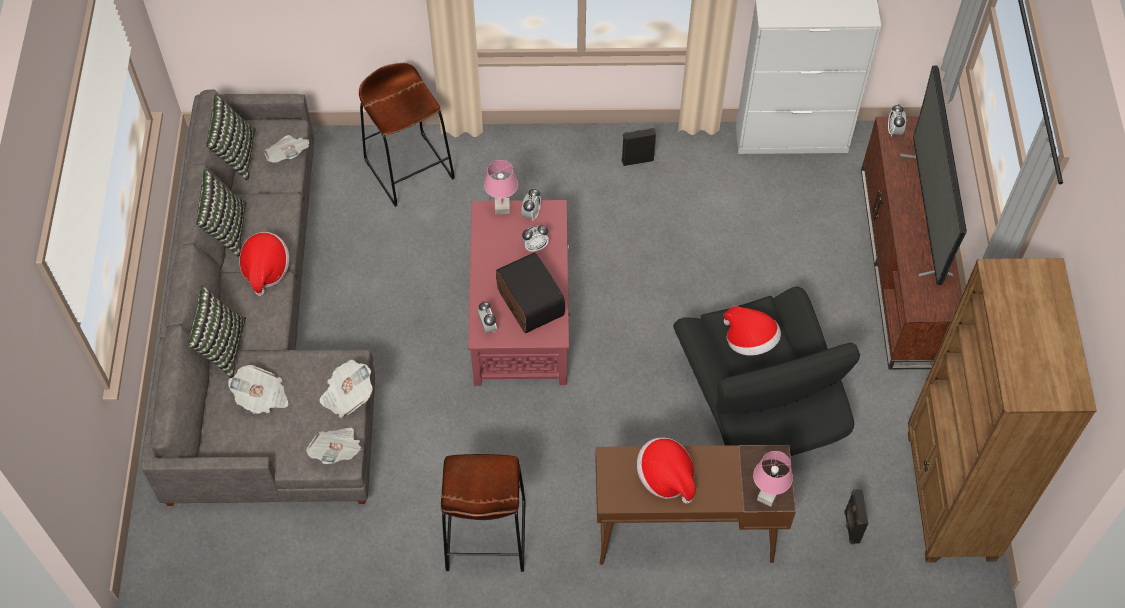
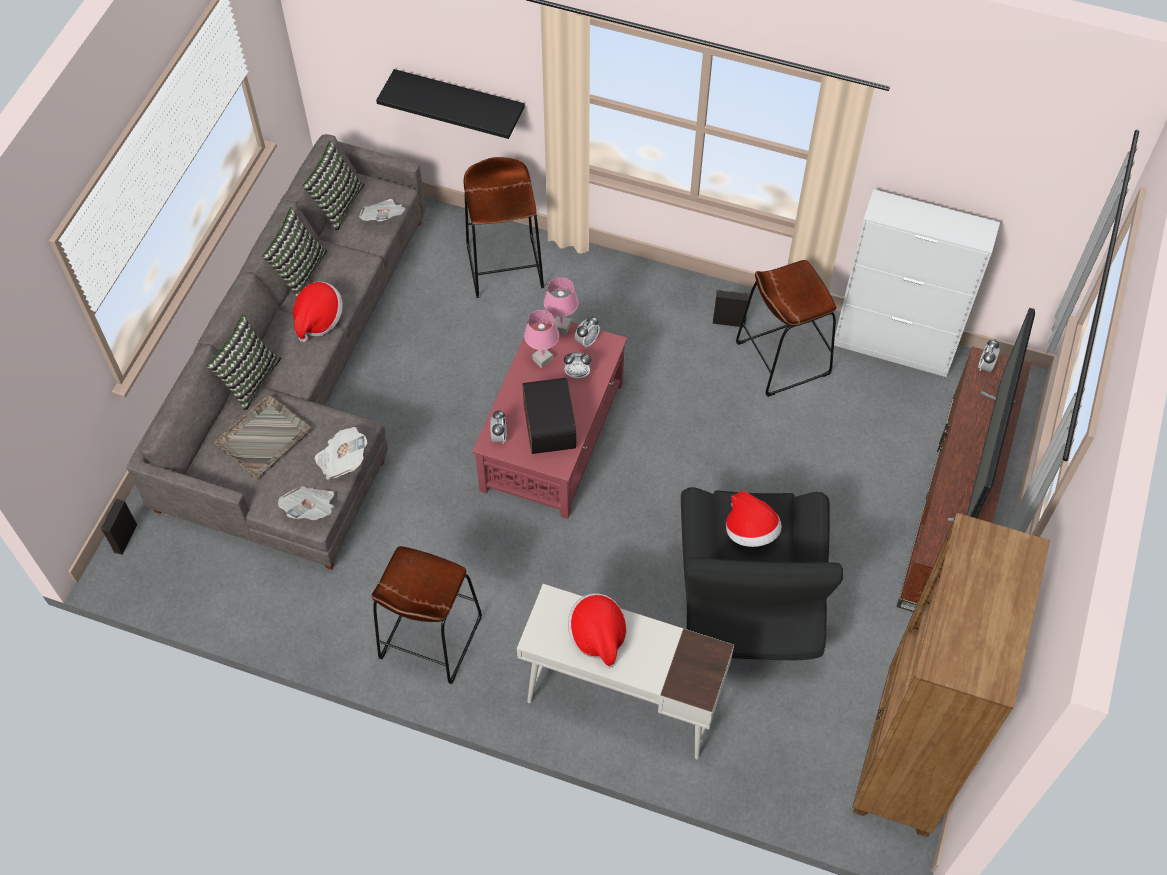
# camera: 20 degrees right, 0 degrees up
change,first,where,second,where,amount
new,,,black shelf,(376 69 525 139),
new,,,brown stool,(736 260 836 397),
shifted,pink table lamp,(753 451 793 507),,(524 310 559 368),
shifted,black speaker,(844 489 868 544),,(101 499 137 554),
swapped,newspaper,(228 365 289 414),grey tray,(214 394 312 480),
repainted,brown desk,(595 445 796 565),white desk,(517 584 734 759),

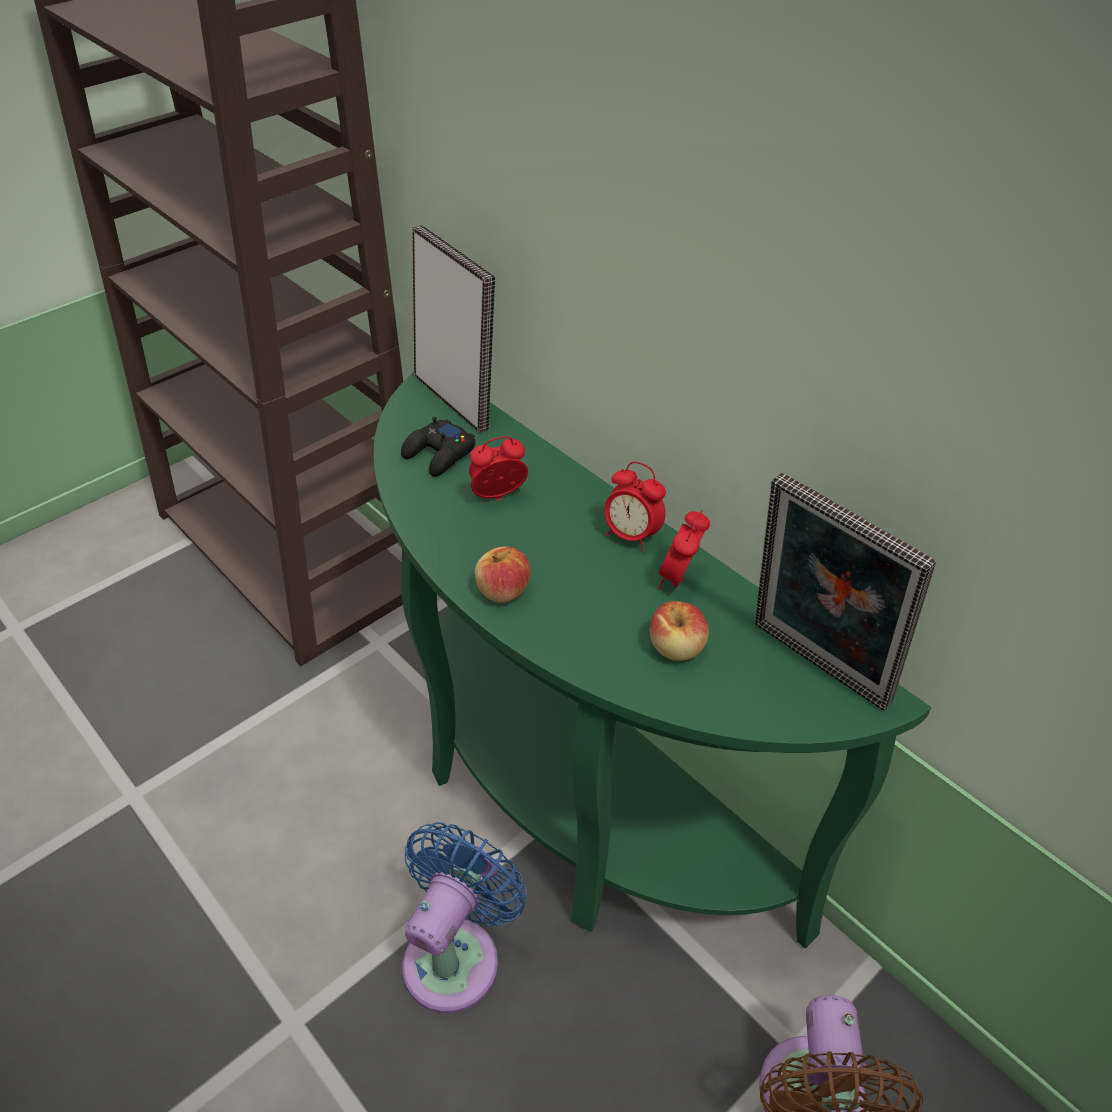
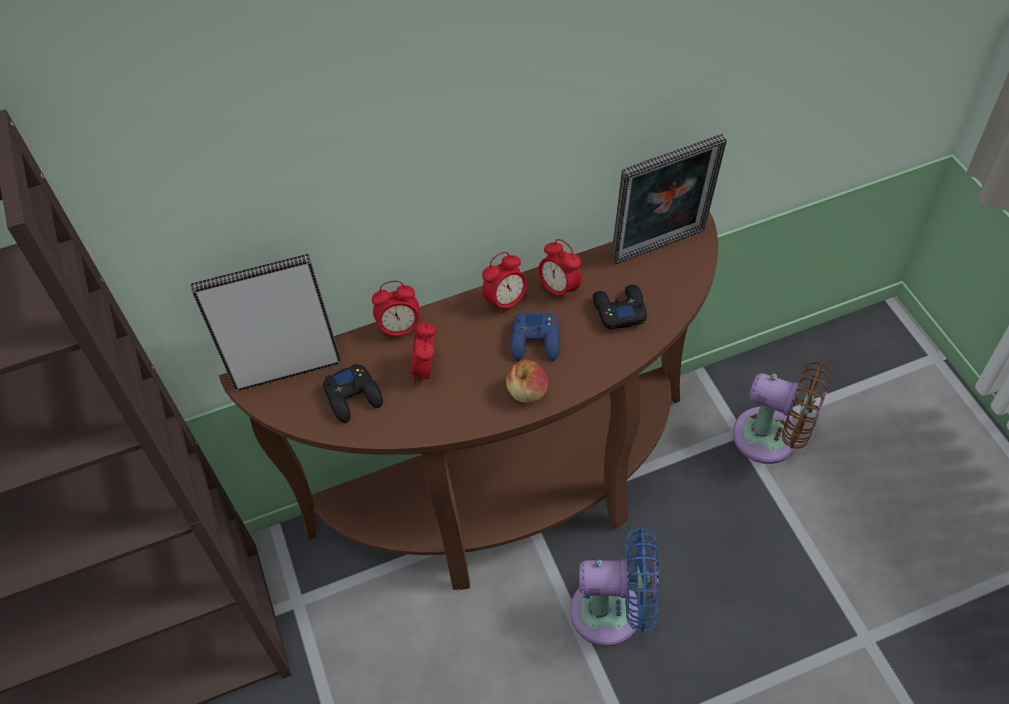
# camera: 65 degrees left, 10 degrees up
change,first,where,second,where,amount
new,,,alarm clock,(372 281 420 341),
new,,,blue game controller,(510 312 560 361),
swapped,apple,(650 601 709 661),black game controller,(593 285 647 330),
repainted,green console table,(374 372 931 949),brown console table,(219 212 718 590),
rotated,blue fan,(402 822 527 1013),,(570 527 659 647),135 degrees clockwise

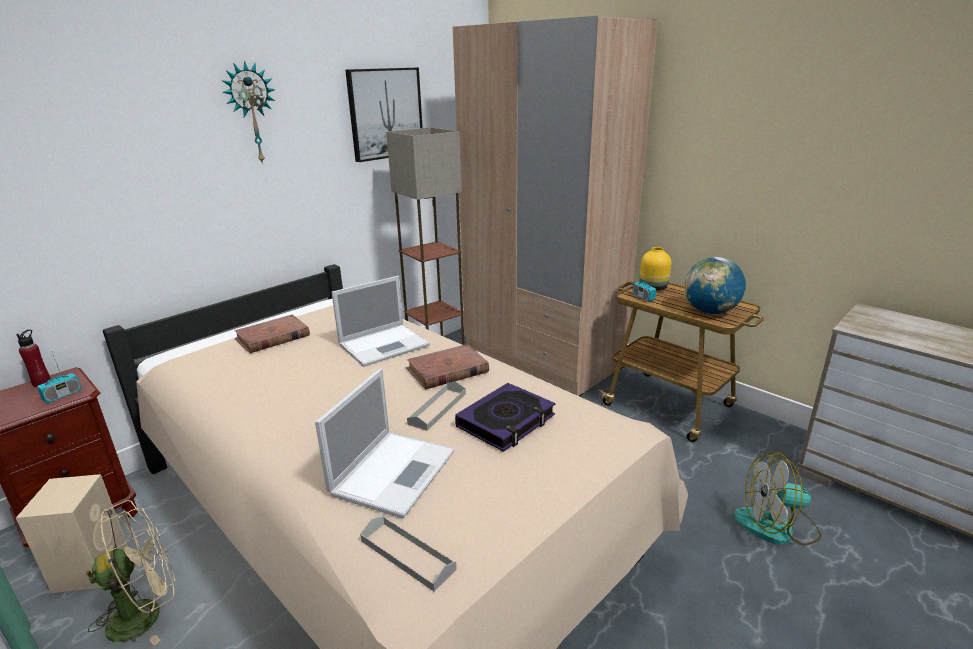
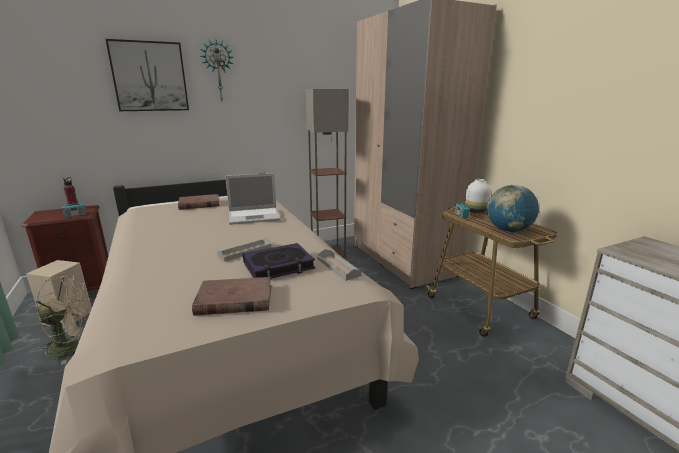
# camera: 20 degrees right, 5 degrees down
change,first,where,second,where,amount
gone,laptop,(315 369 455 519),,,
gone,fan,(734 452 822 545),,,
shifted,picture,(345 68 423 162),,(106 39 189 111),
shifted,grey tray,(360 516 457 592),,(317 249 361 281),
shifted,brown book,(406 344 489 389),,(192 277 271 316),
repainted,yellow vase,(639 247 671 291),white vase,(465 179 491 213),

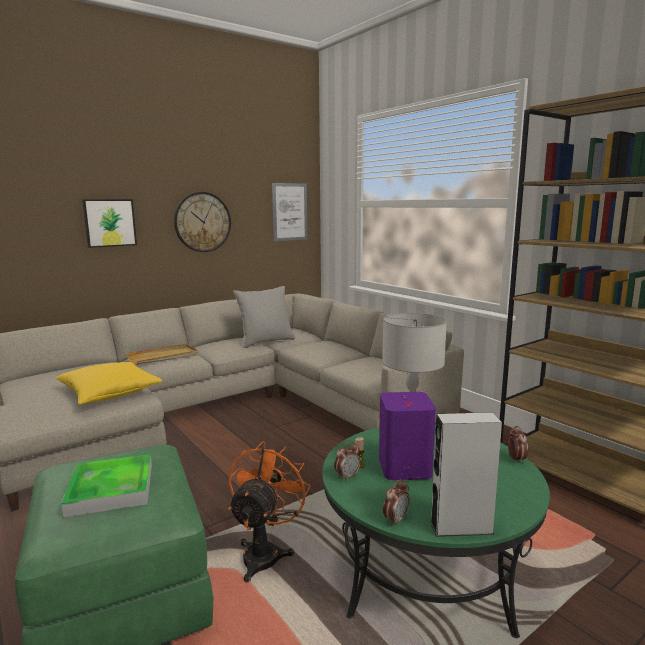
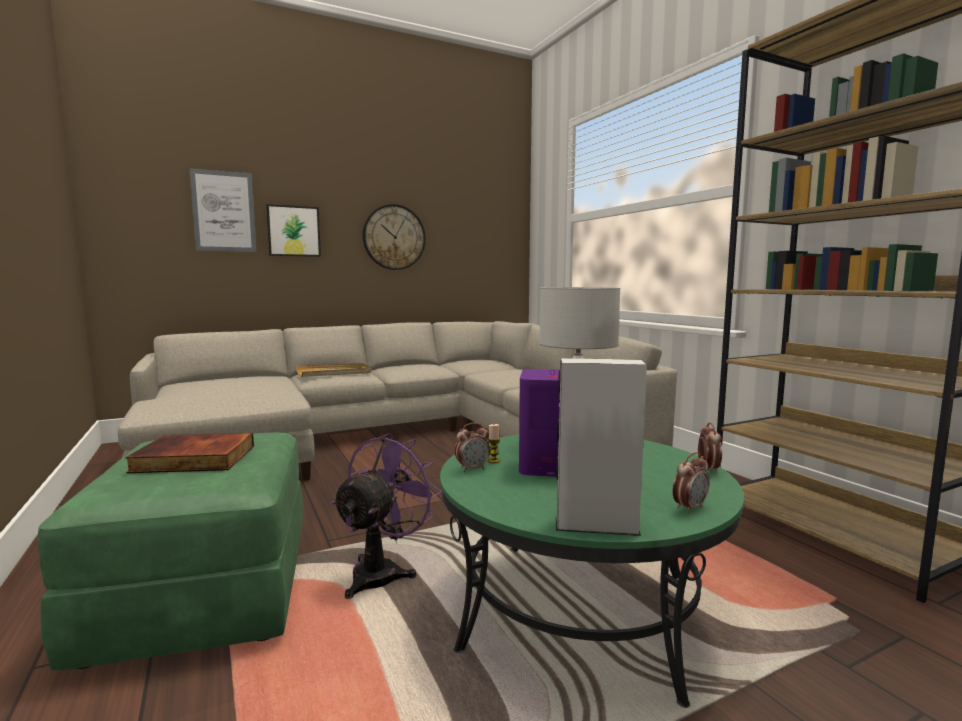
# camera: 10 degrees right, 5 degrees down
change,first,where,second,where,amount
gone,yellow pillow,(55 362 162 405),,,
gone,grey pillow,(233 286 295 348),,,
shifted,picture,(272 183 308 241),,(189 168 257 252),
shifted,alarm clock,(383 479 410 526),,(673 452 709 514),
swapped,tray,(61 454 152 517),book,(125 433 254 473),
repainted,orange fan,(228 442 311 583),purple fan,(331 433 442 599),

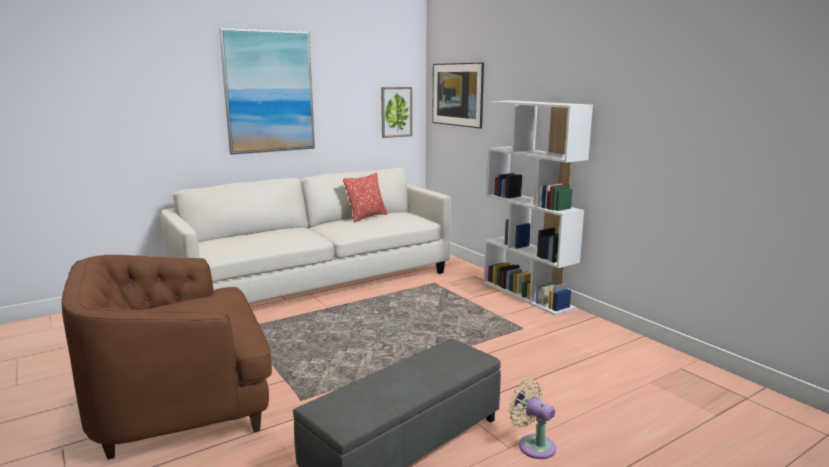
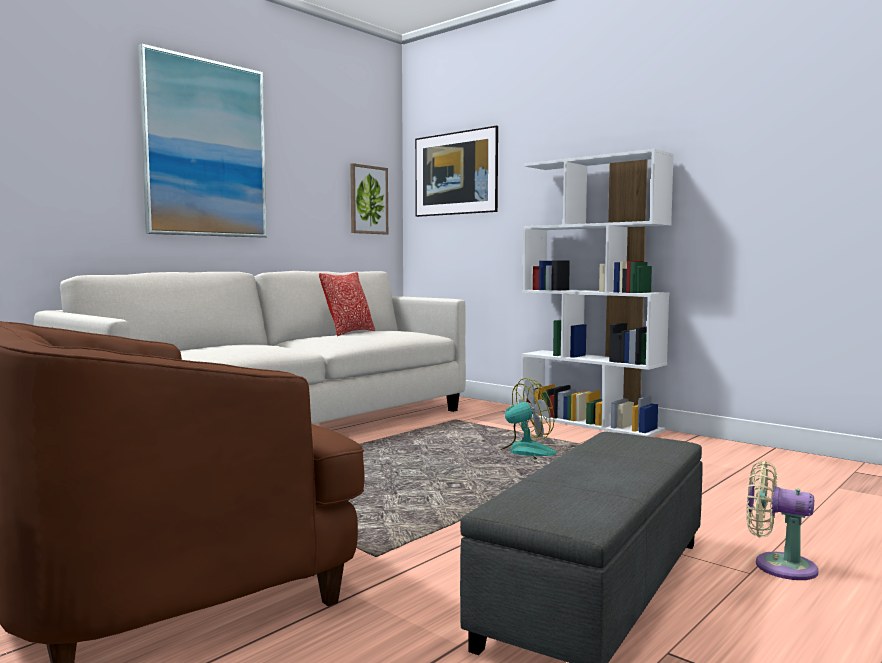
# camera: 15 degrees left, 10 degrees down
change,first,where,second,where,amount
new,,,fan,(491 378 557 460),

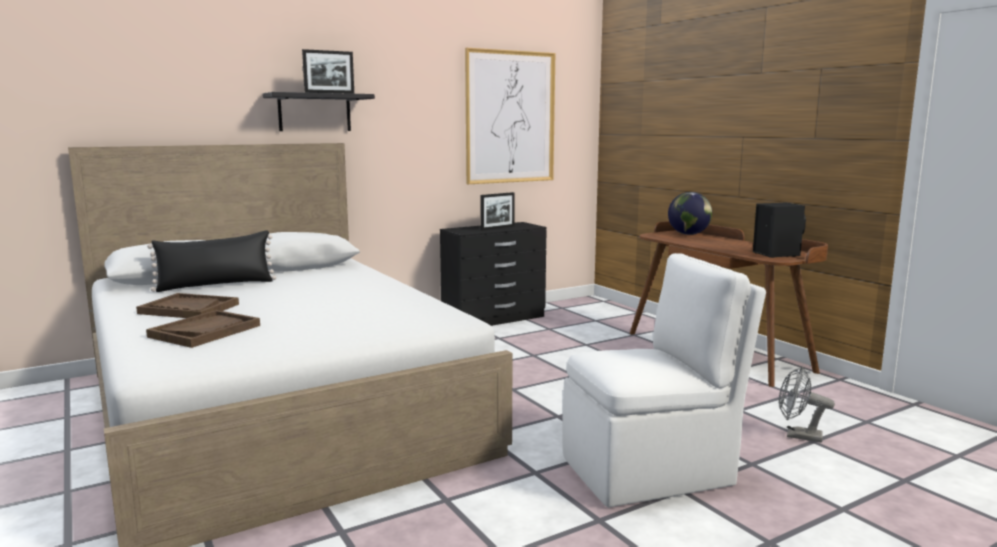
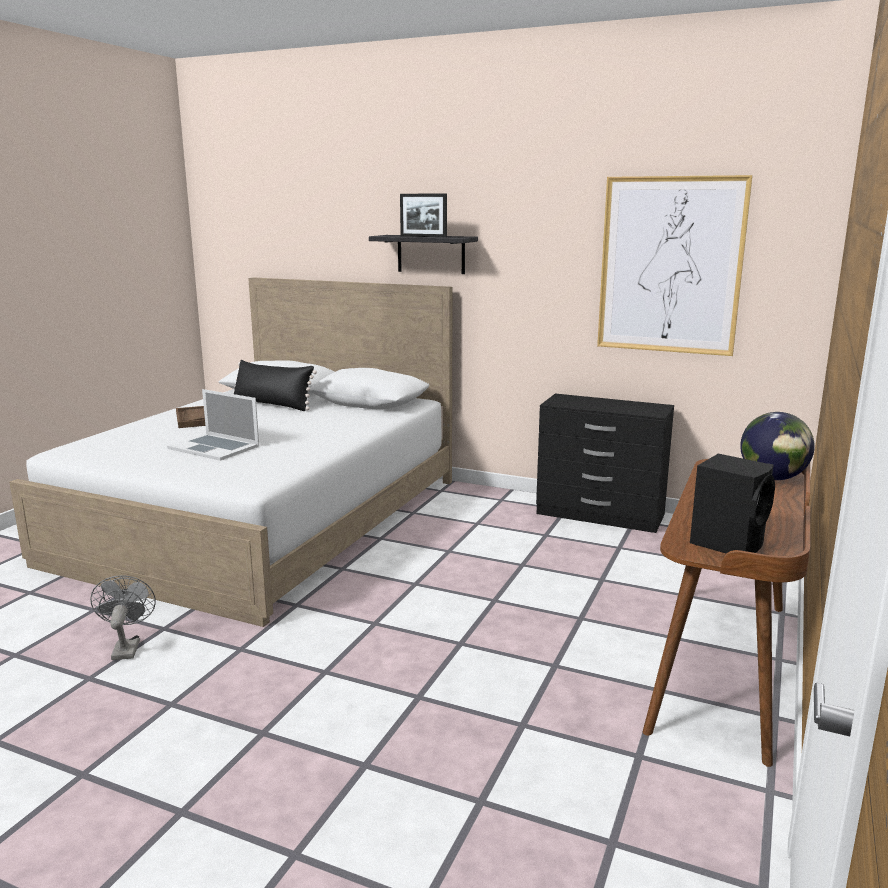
# camera: 55 degrees right, 5 degrees up
change,first,where,second,where,amount
gone,brown tray,(146 310 260 348),,,
gone,picture frame,(480 192 515 230),,,
gone,white chair,(562 253 766 508),,,
new,,,laptop,(167 389 259 461),
shifted,grey fan,(779 367 835 443),,(90 575 156 660),

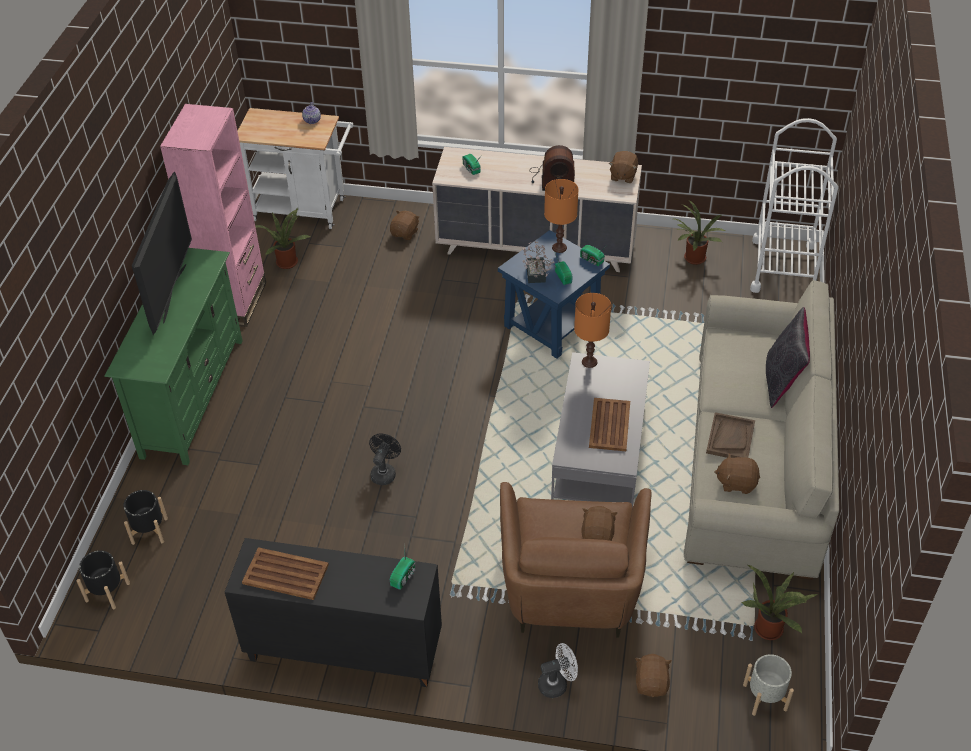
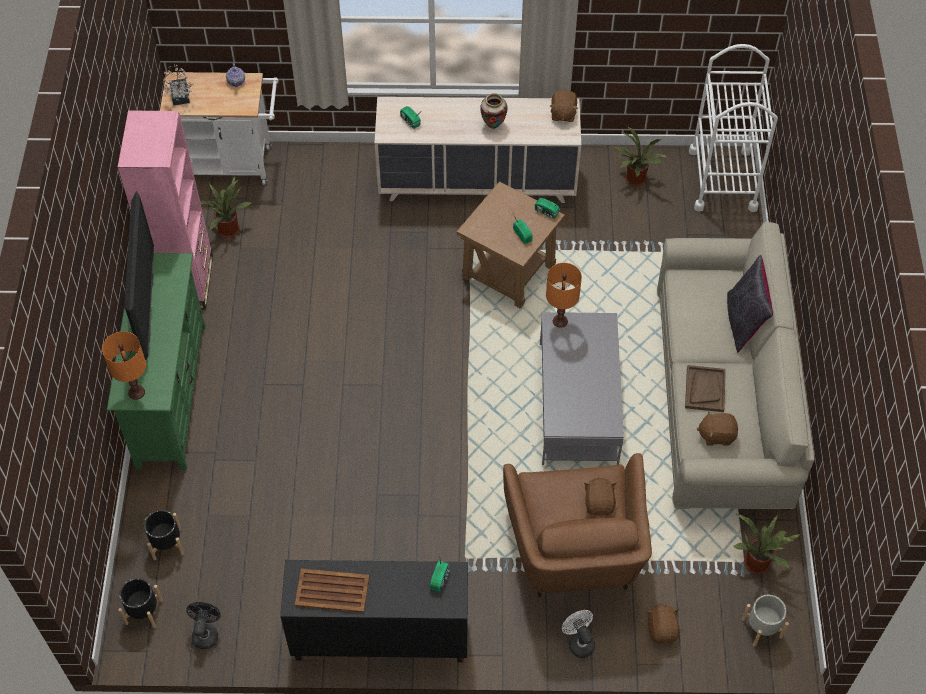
# camera: 10 degrees left, 10 degrees up
change,first,where,second,where,amount
gone,brown plush toy,(390 210 420 240),,,
gone,brown tray,(589 398 630 451),,,
shifted,black fan,(369 434 401 485),,(186 602 221 649),
shifted,potted plant,(522 241 555 283),,(163 65 194 106),
shifted,orange table lamp,(544 179 579 253),,(102 331 146 400),
swapped,radio,(530 145 575 191),vase,(480 93 507 129),
repainted,blue side table,(498 230 610 359),brown side table,(457 181 565 309),
rotated,white fan,(538 643 578 698),,(562 610 595 658),90 degrees counterclockwise

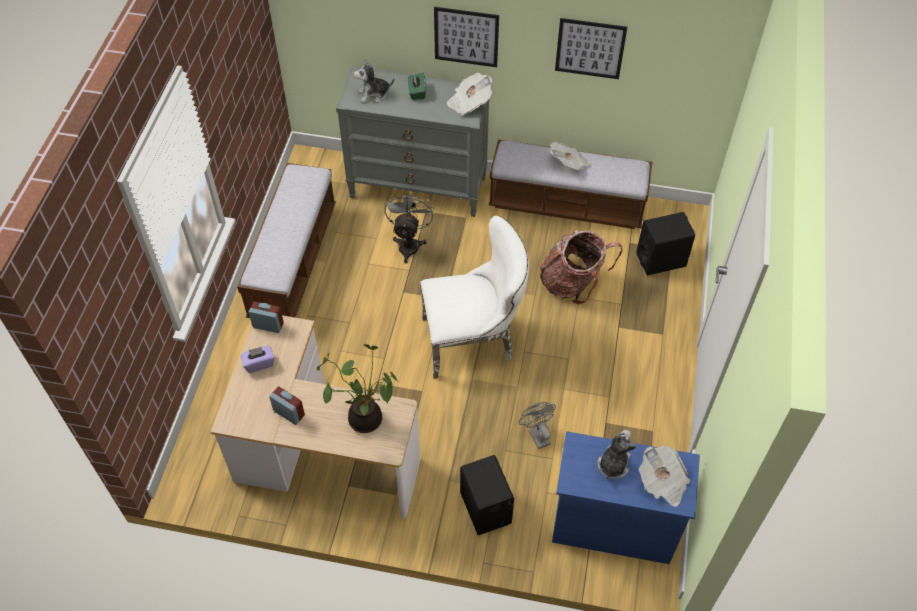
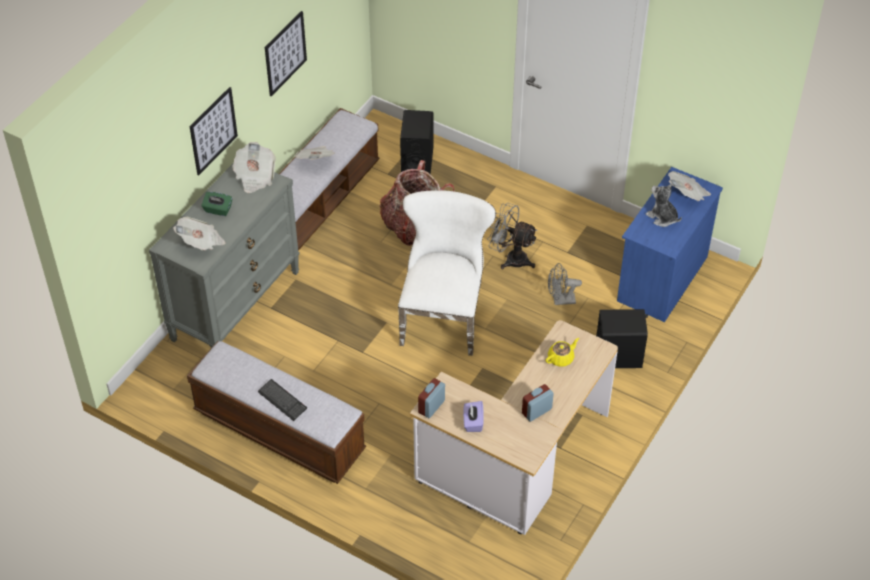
# camera: 70 degrees left, 5 degrees down
change,first,where,second,where,amount
new,,,keyboard,(258 379 307 421),
shifted,grey fan,(384 189 434 264),,(487 203 537 269),
swapped,potted plant,(317 344 397 433),yellow teapot,(545 338 579 367),
swapped,plush toy,(354 60 394 103),newspaper,(173 217 226 251),

